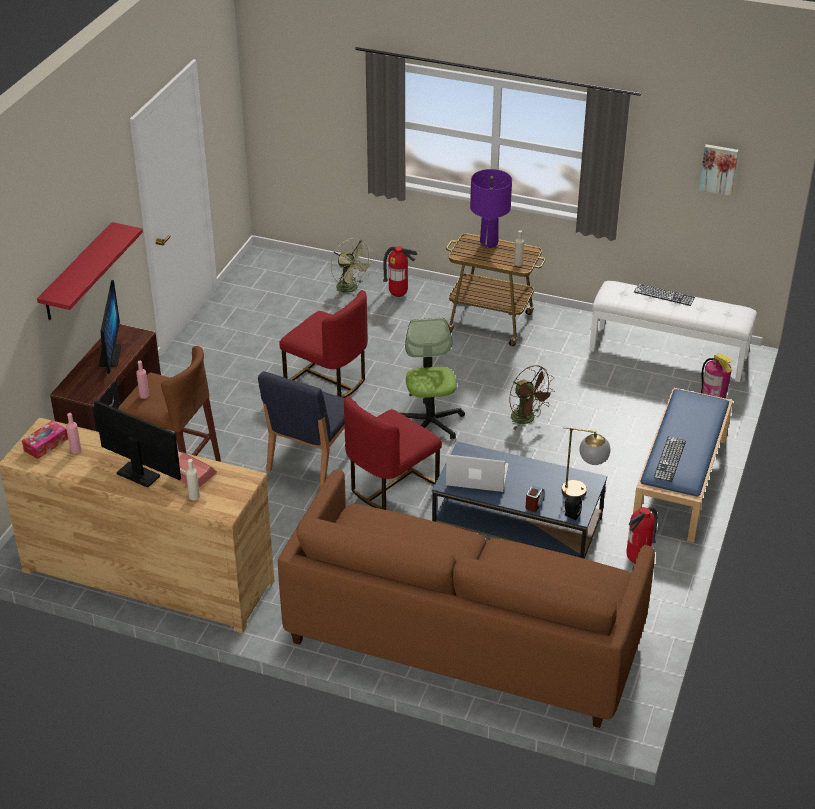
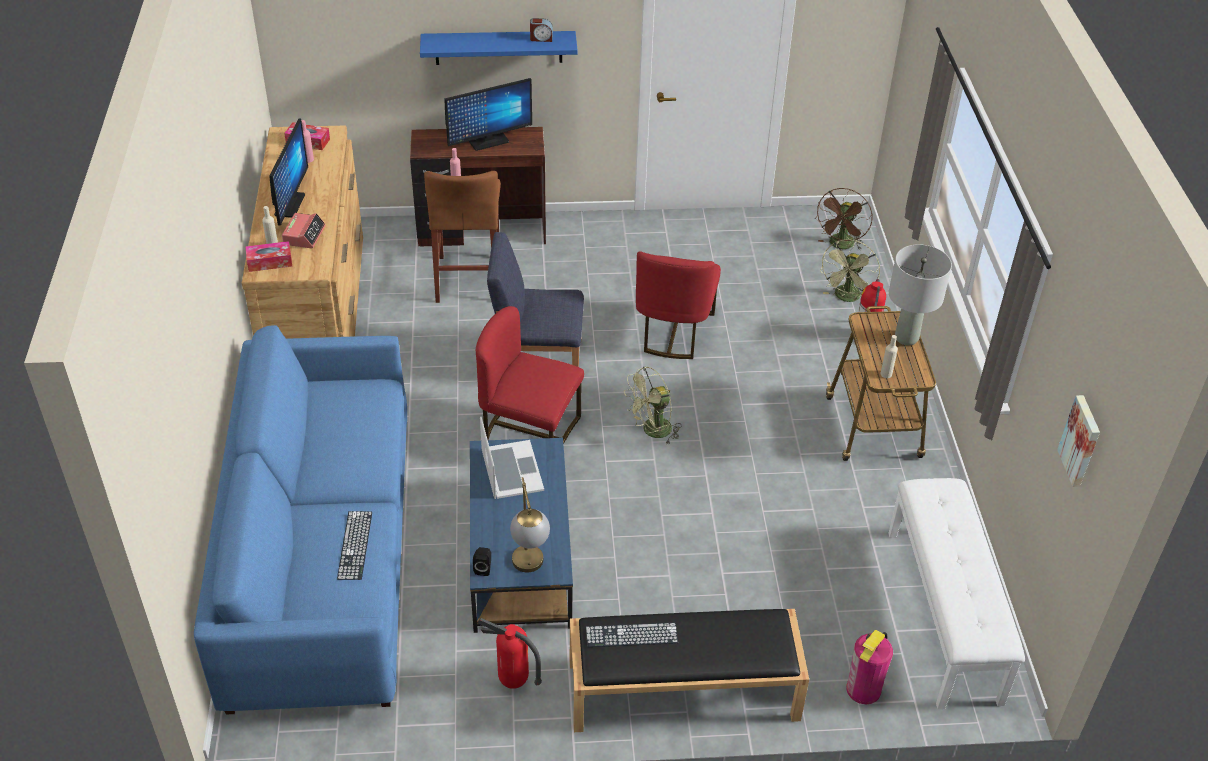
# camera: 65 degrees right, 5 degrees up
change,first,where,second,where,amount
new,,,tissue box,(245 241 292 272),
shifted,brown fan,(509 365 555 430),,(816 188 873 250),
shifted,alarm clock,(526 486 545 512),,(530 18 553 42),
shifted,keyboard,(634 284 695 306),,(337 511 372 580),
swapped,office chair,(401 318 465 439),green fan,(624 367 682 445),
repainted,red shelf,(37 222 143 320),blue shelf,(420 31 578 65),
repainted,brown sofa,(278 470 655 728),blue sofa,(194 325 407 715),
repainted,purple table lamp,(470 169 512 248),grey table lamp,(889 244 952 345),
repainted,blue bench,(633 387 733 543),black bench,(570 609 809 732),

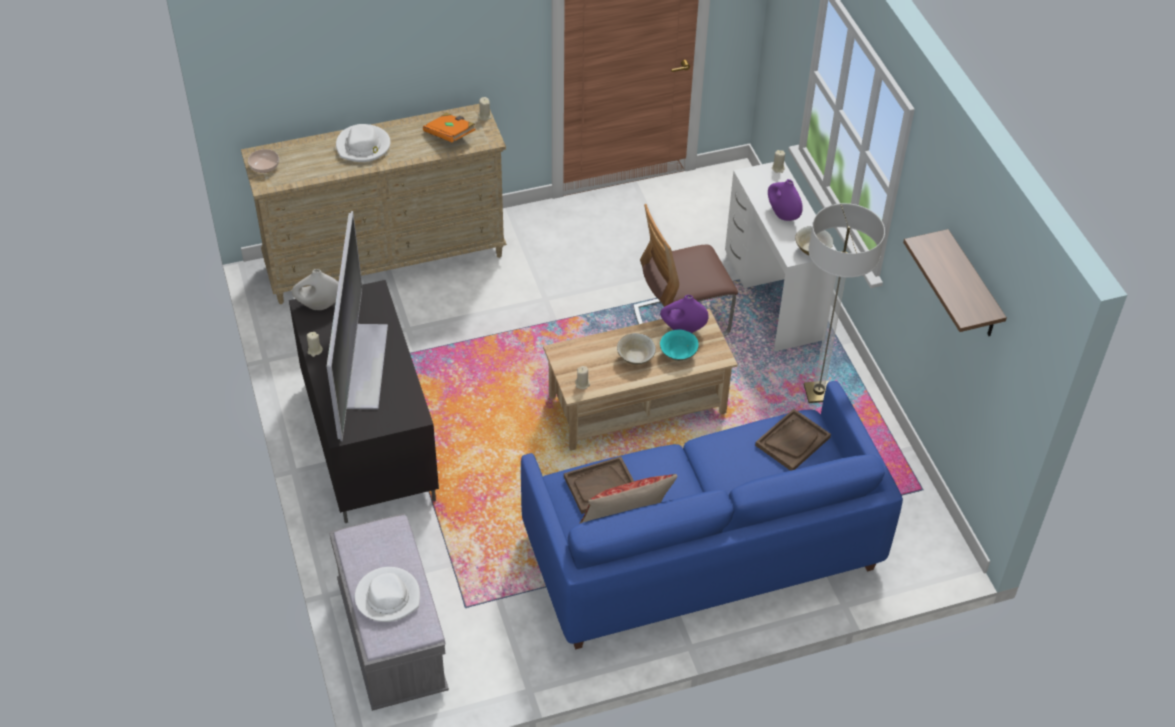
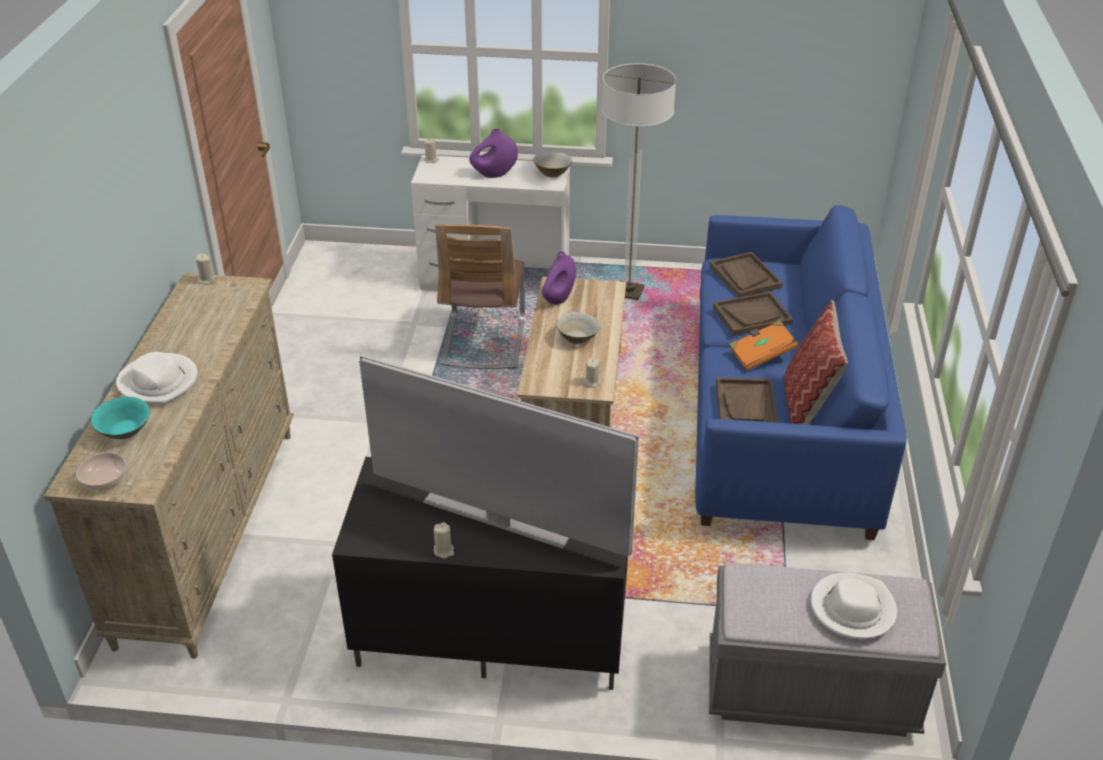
# camera: 65 degrees left, 10 degrees down
change,first,where,second,where,amount
gone,white vase,(292 269 338 310),,,
gone,shelf,(903 229 1007 336),,,
new,,,brown tray,(713 292 793 336),
shifted,orange book,(423 112 476 142),,(729 320 798 371),
shifted,turquoise bowl,(660 330 699 361),,(91 397 150 439),

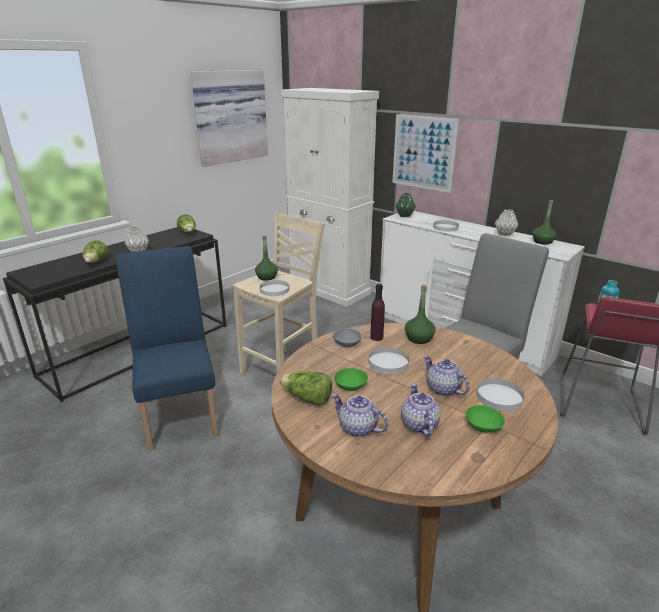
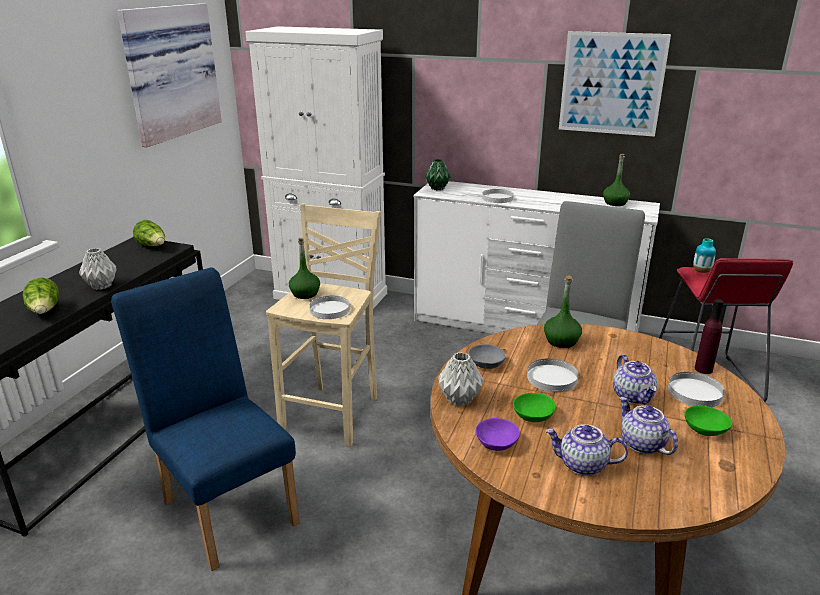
# camera: 20 degrees left, 0 degrees up
change,first,where,second,where,amount
shifted,purple bottle,(370 284 385 341),,(695 299 724 374),
shifted,picture,(392 114 459 193),,(559 31 671 137),
shifted,grey vase,(495 209 518 236),,(438 352 484 406),
swapped,lettuce,(280 371 332 406),purple bowl,(475 418 520 451),
rotated,teapot,(424 355 470 396),,(613 354 657 405),135 degrees counterclockwise

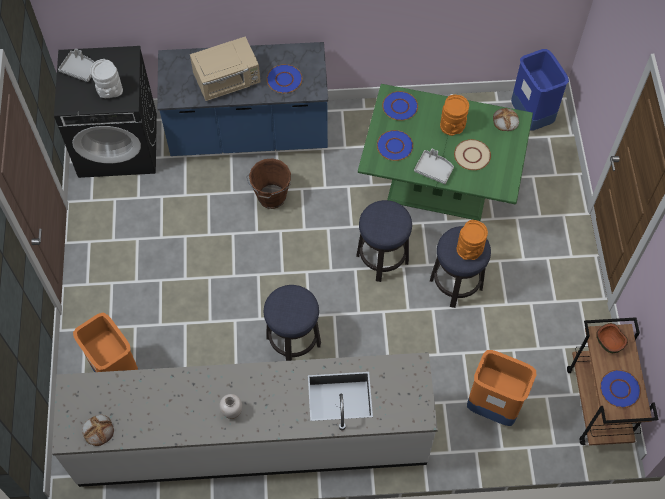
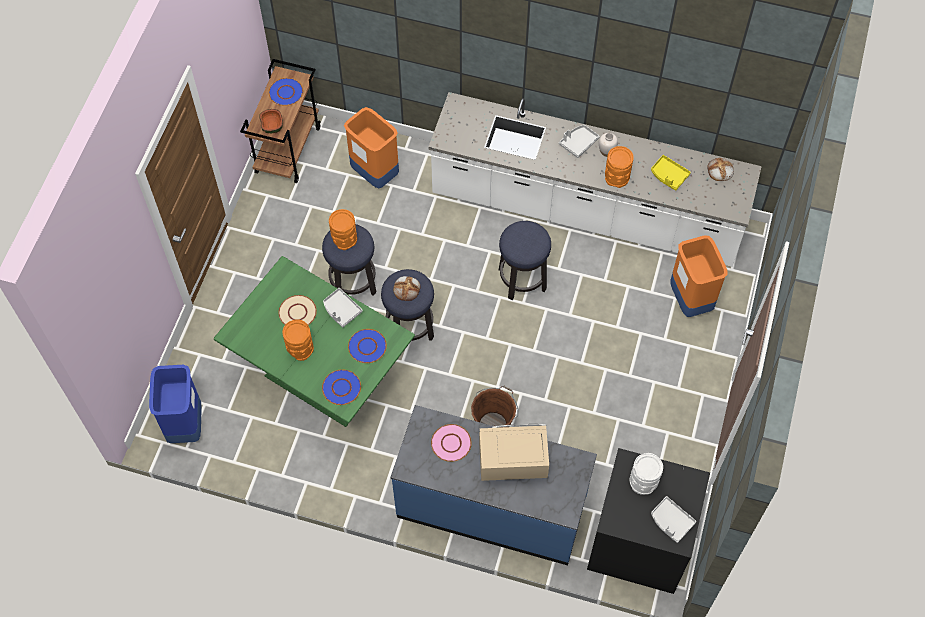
# camera: 160 degrees left, 0 degrees up
change,first,where,second,where,amount
new,,,grey tray,(559 125 600 158),
new,,,orange vase,(605 146 634 188),
new,,,yellow tray,(651 155 691 191),
shifted,bread,(493 108 519 131),,(393 276 421 301),
repainted,blue plate,(266 64 302 93),pink plate,(431 424 472 462),

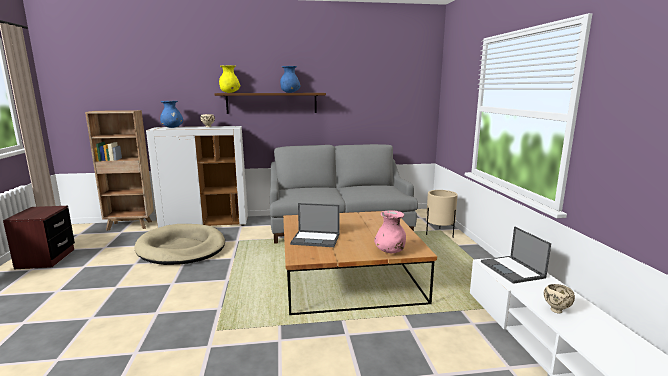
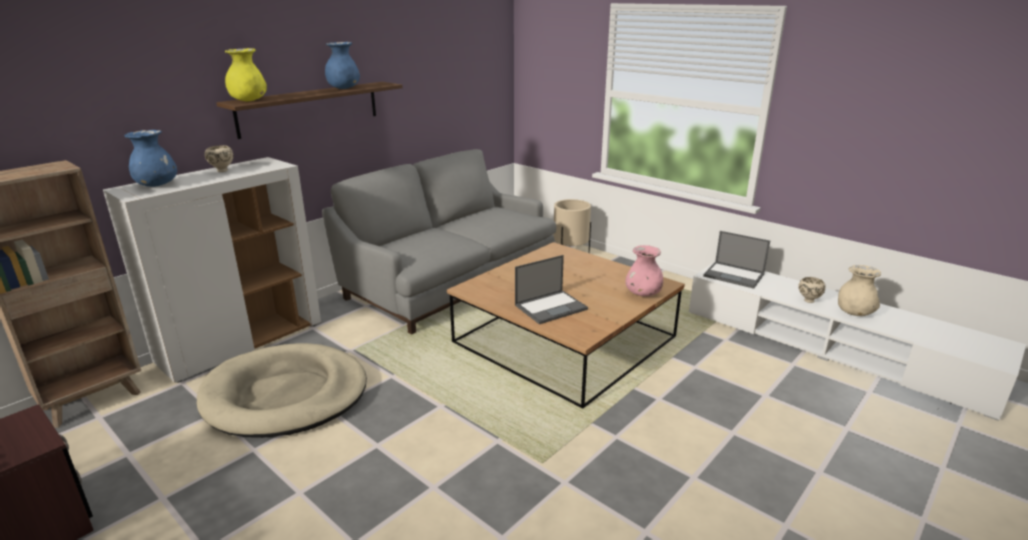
# camera: 40 degrees left, 10 degrees up
change,first,where,second,where,amount
new,,,beige vase,(838 265 881 316),

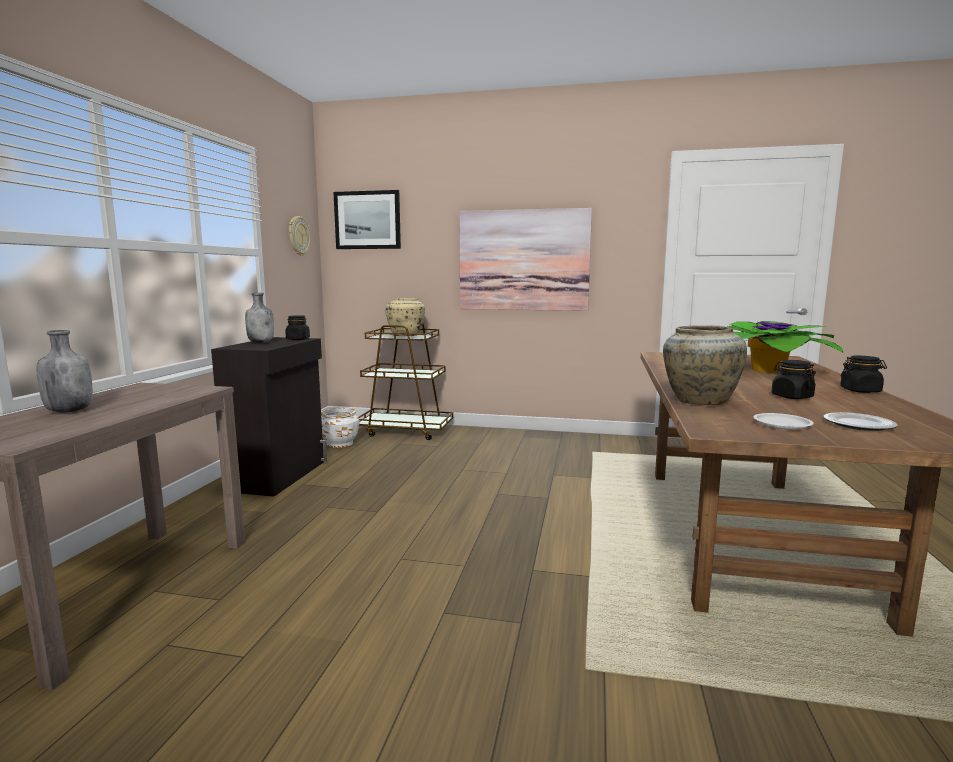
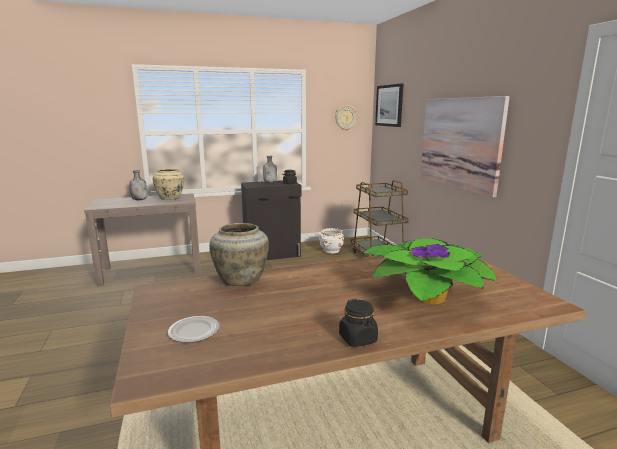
# camera: 60 degrees right, 5 degrees up
change,first,where,second,where,amount
gone,white plate,(753 413 814 430),,,
gone,black jar,(771 360 816 399),,,
shifted,beige vase,(385 298 425 336),,(153 169 184 200),

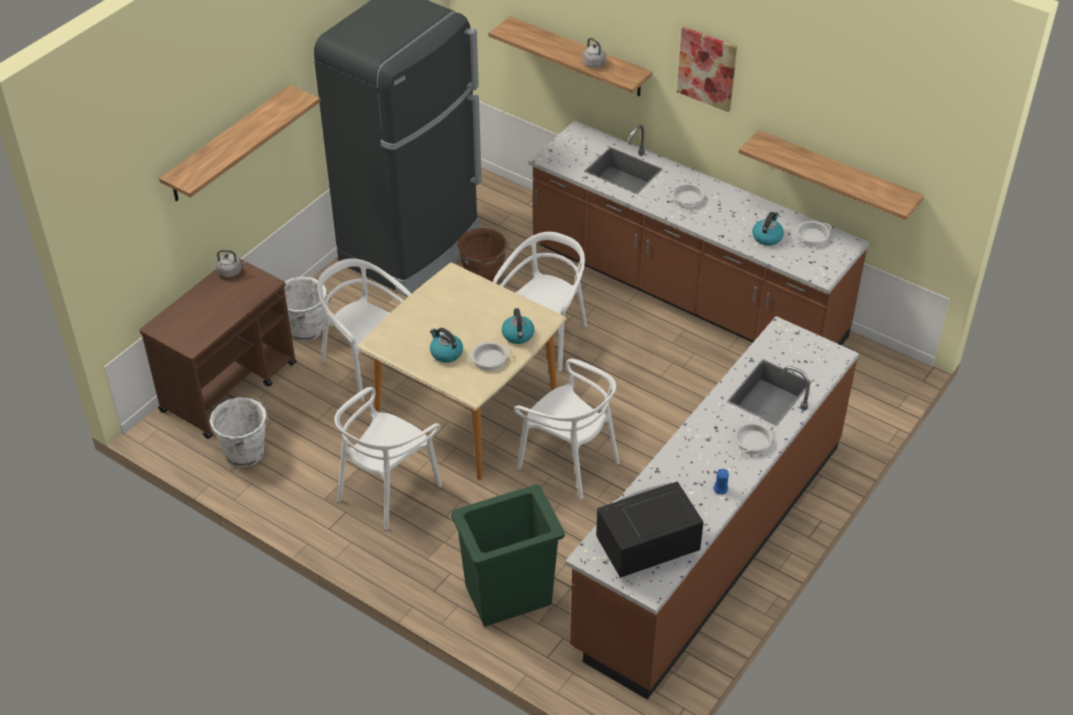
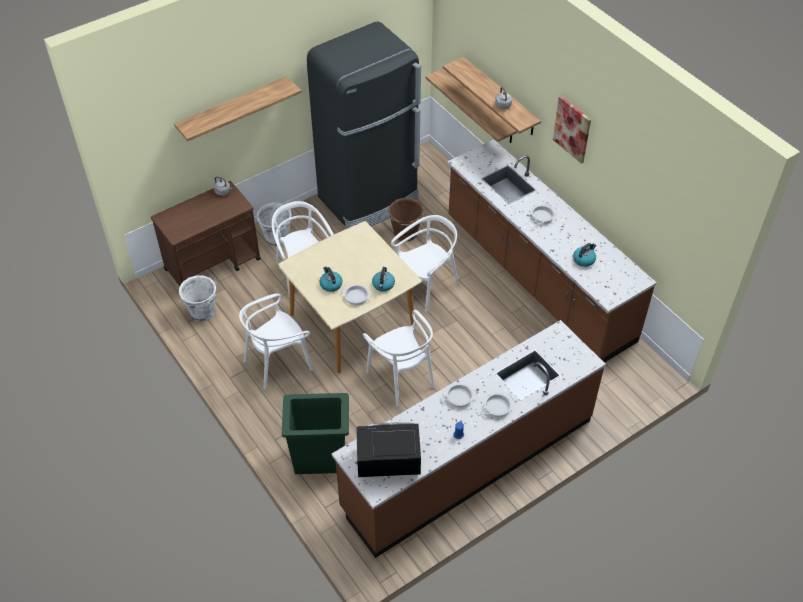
# camera: 20 degrees right, 5 degrees up
change,first,where,second,where,amount
shifted,shelf,(739 130 924 220),,(425 69 518 143),
shifted,cooking pot,(794 221 832 247),,(442 383 477 408),

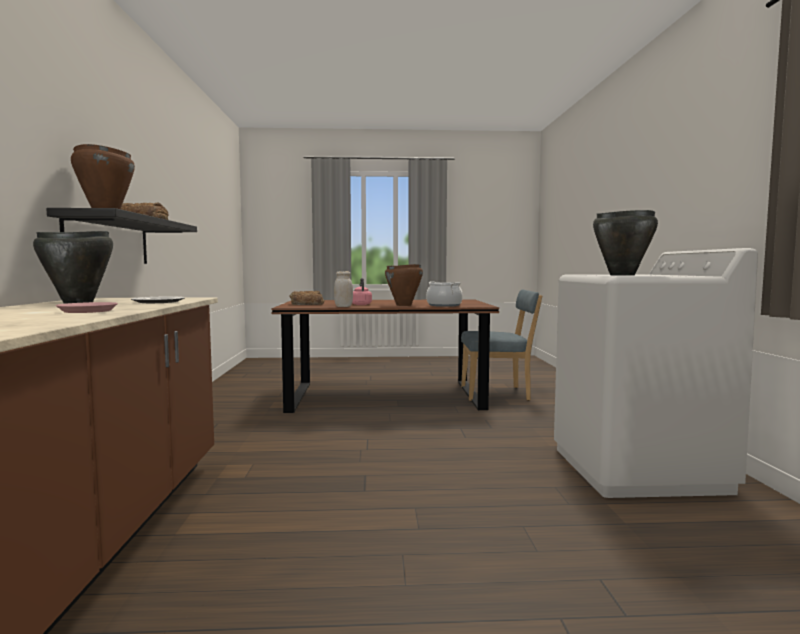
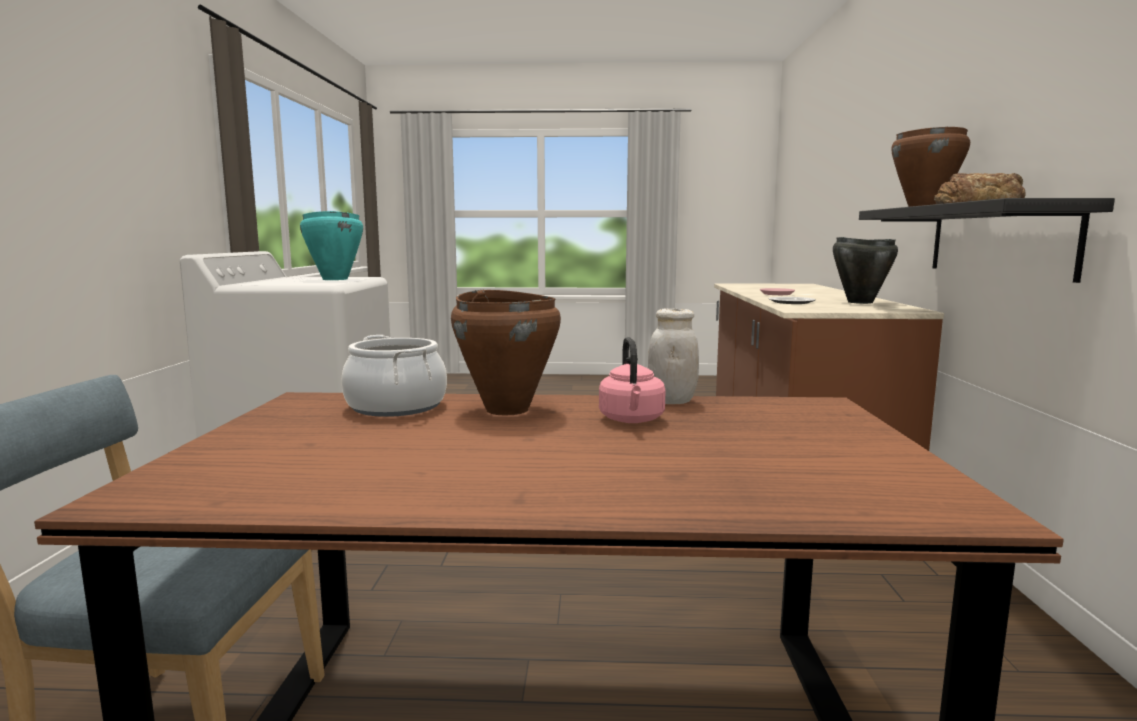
# camera: 175 degrees left, 5 degrees up
change,first,where,second,where,amount
gone,bread,(289 291 325 305),,,
repainted,black cooking pot,(593 210 658 276),turquoise cooking pot,(300 211 363 280),

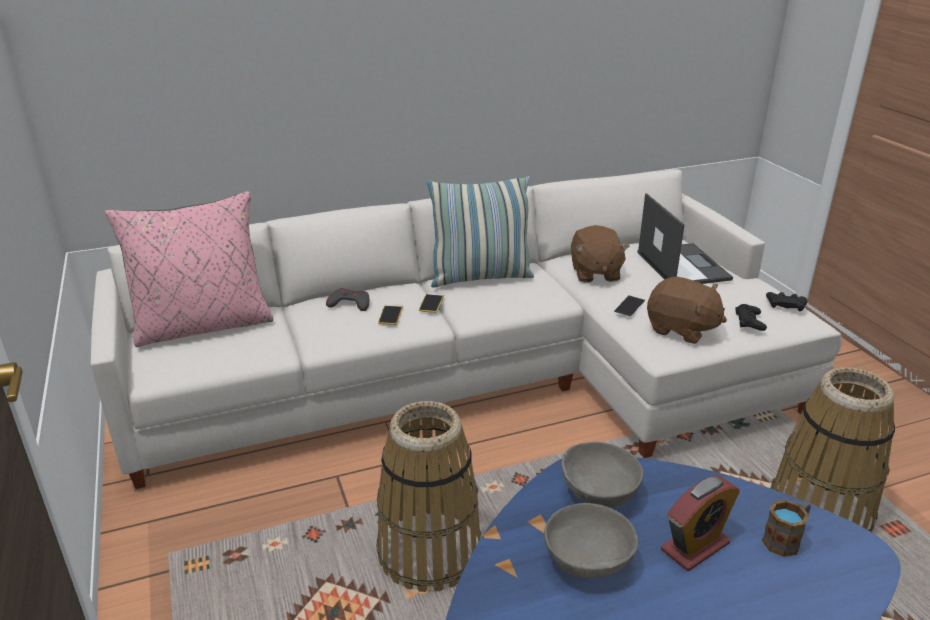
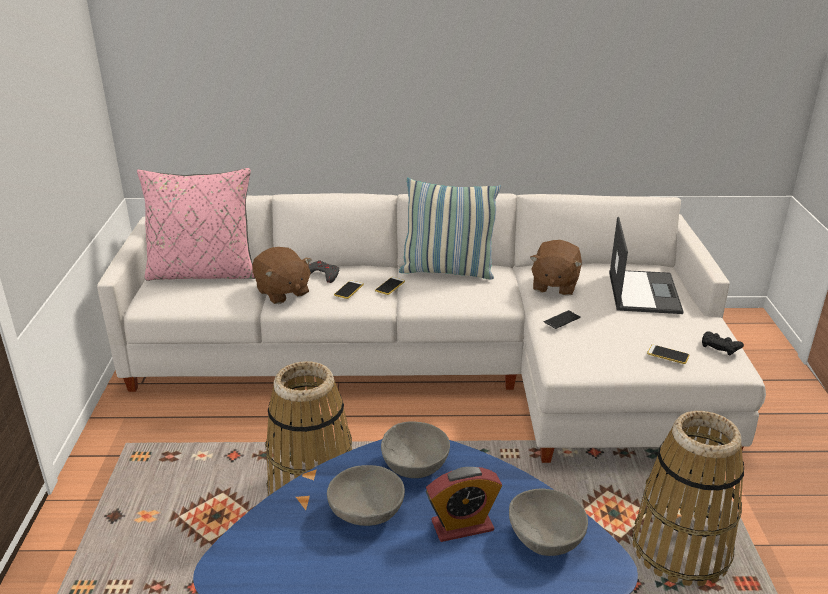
# camera: 20 degrees right, 0 degrees up
change,first,where,second,where,amount
shifted,brown plush toy,(647 276 727 344),,(252 247 312 304),
swapped,black game controller,(736 304 767 331),phone,(647 345 690 364),
swapped,mug,(762 500 811 557),grey bowl,(509 489 588 556),

